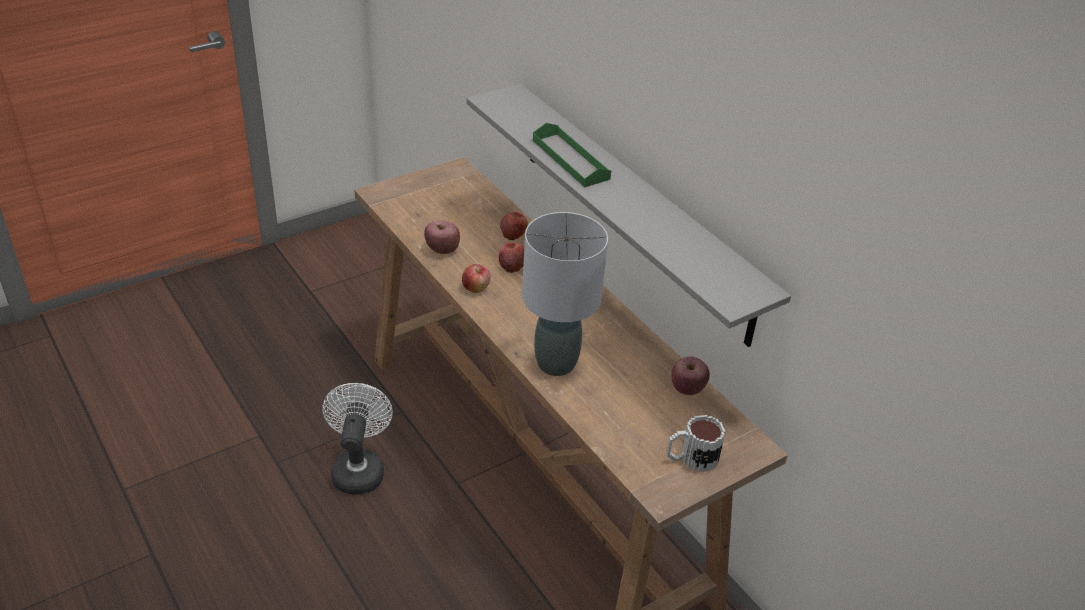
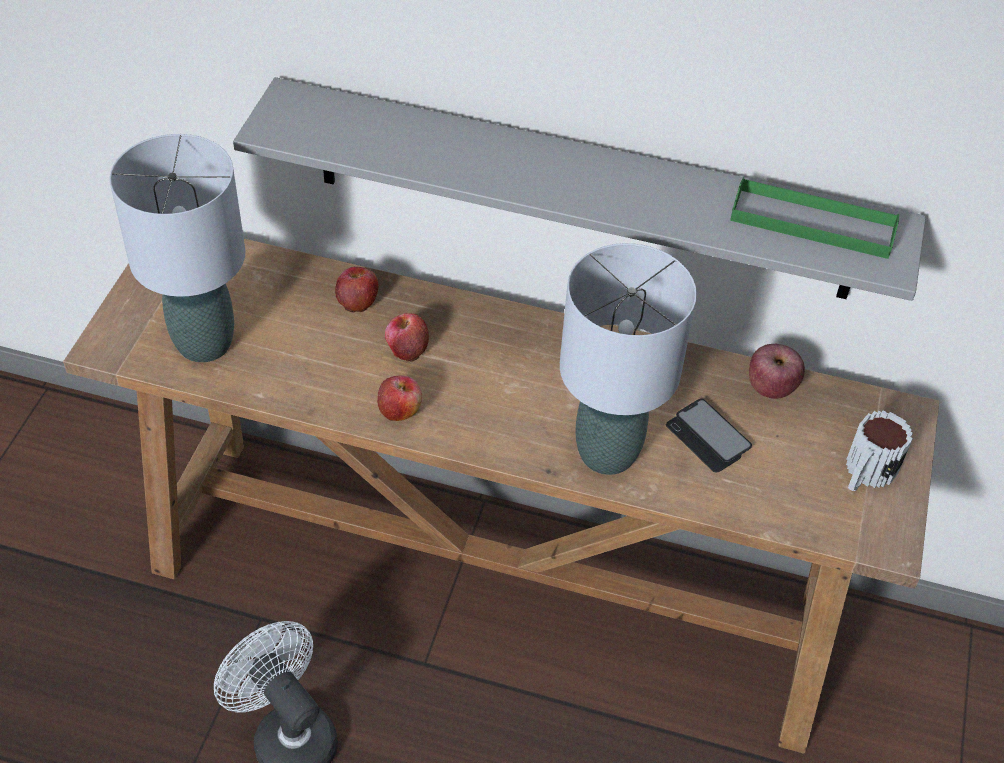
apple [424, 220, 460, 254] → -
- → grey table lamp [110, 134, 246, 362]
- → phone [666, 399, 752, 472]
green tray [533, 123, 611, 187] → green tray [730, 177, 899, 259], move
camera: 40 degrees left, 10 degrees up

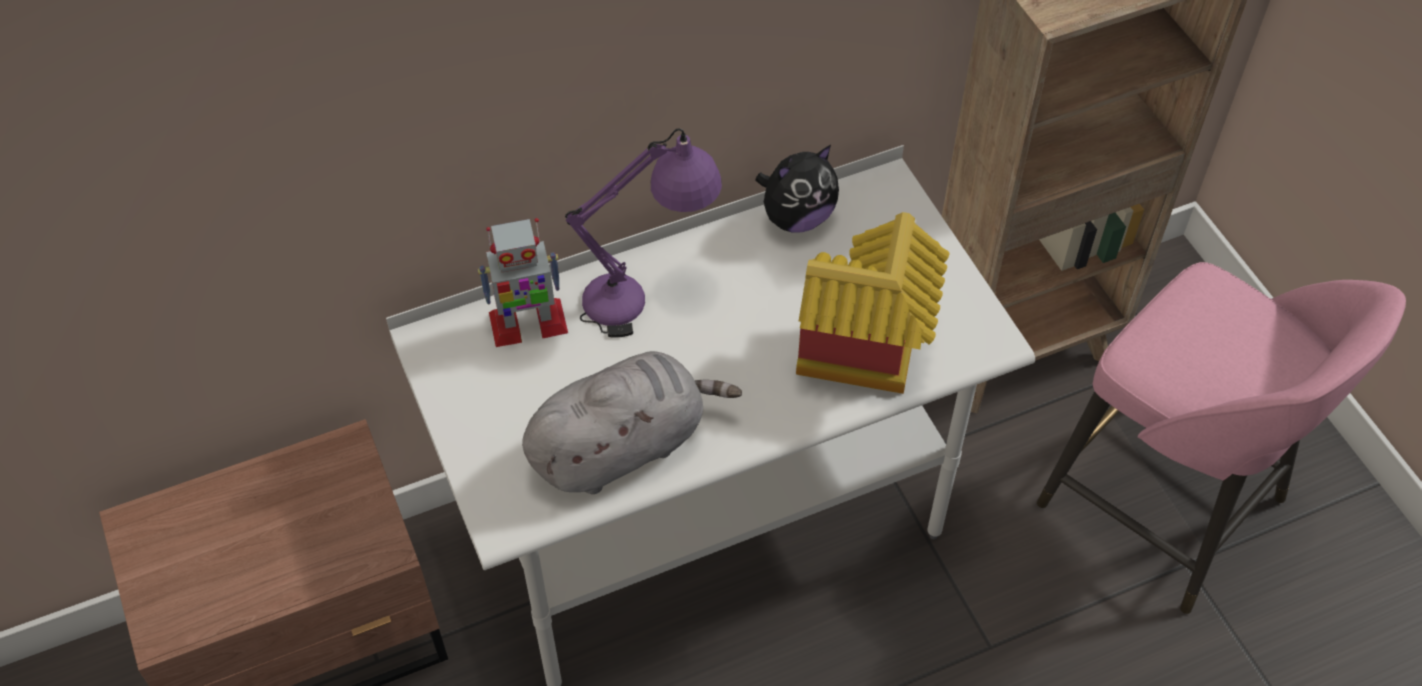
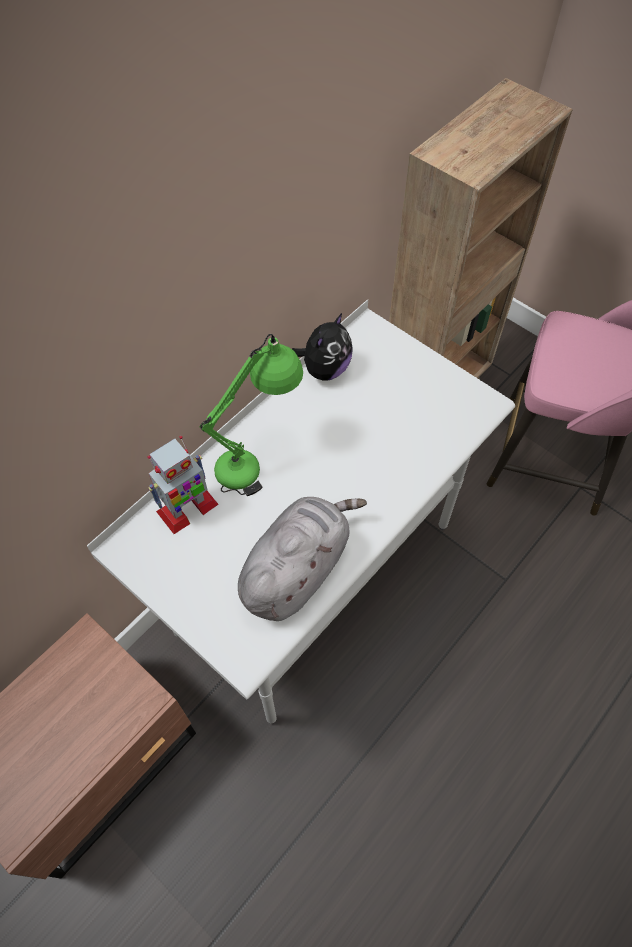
toy house [796, 212, 950, 394] → -
purple table lamp [565, 128, 722, 338] → green table lamp [199, 334, 303, 496]
camera: 25 degrees left, 5 degrees up

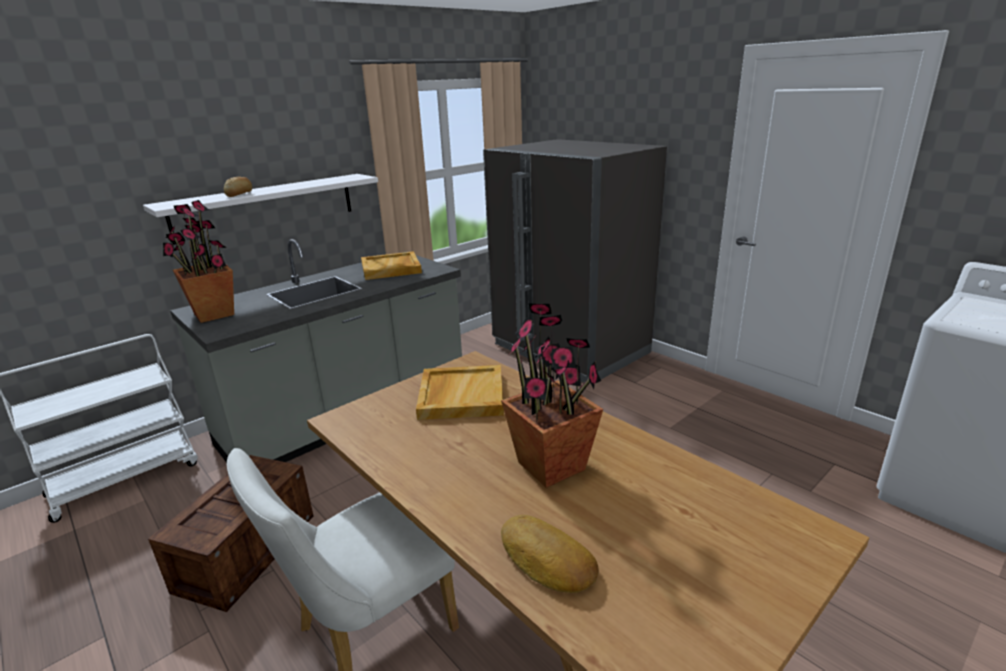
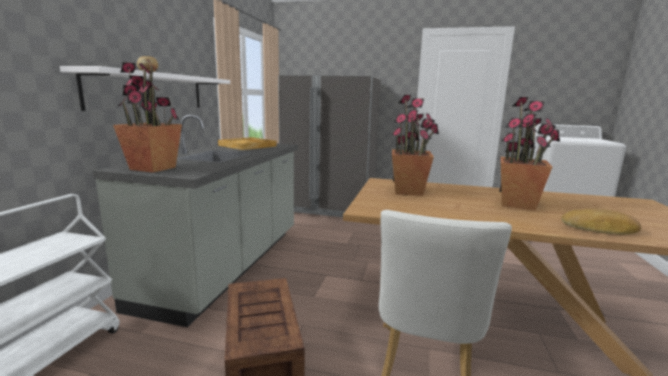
beige tray [416, 365, 504, 420] → potted plant [391, 95, 439, 196]
camera: 35 degrees left, 10 degrees down

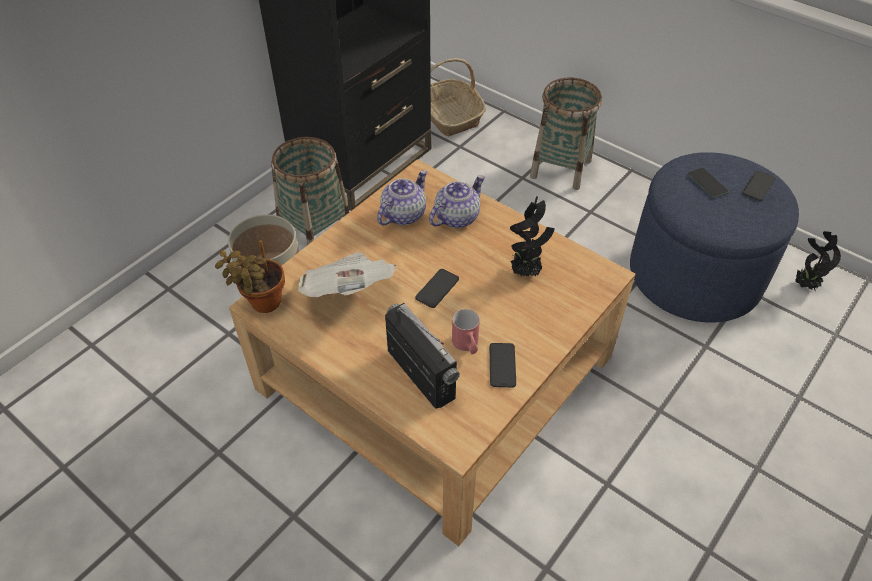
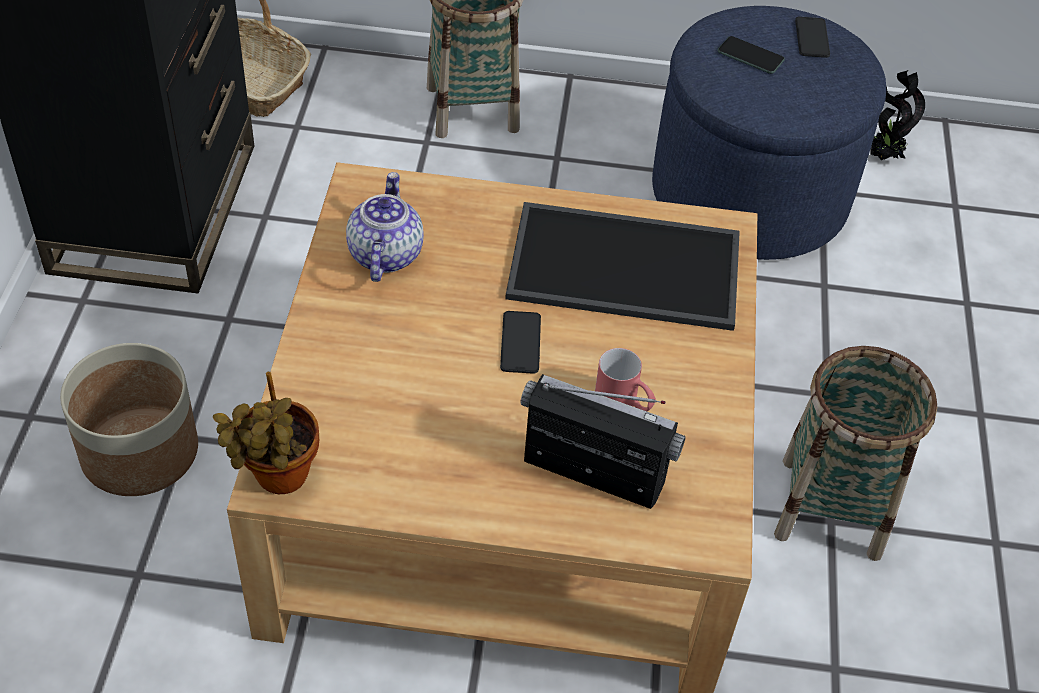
newspaper [297, 252, 397, 297] → -
teapot [429, 175, 485, 228] → -
phone [489, 343, 516, 387] → -
basket [271, 137, 349, 245] → basket [774, 346, 937, 561], move
potted plant [510, 196, 555, 276] → tray [505, 202, 740, 331]
camera: 35 degrees left, 0 degrees up

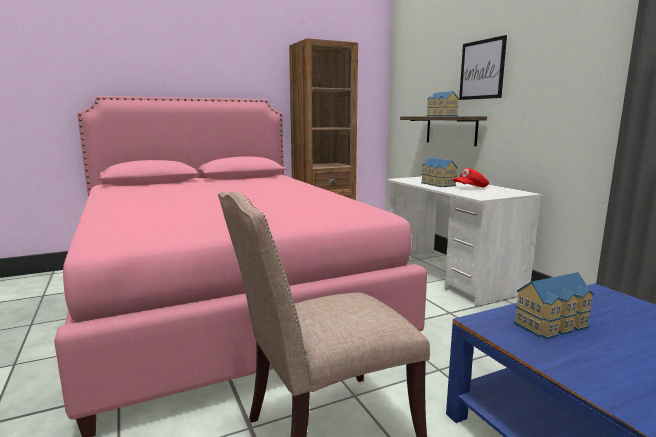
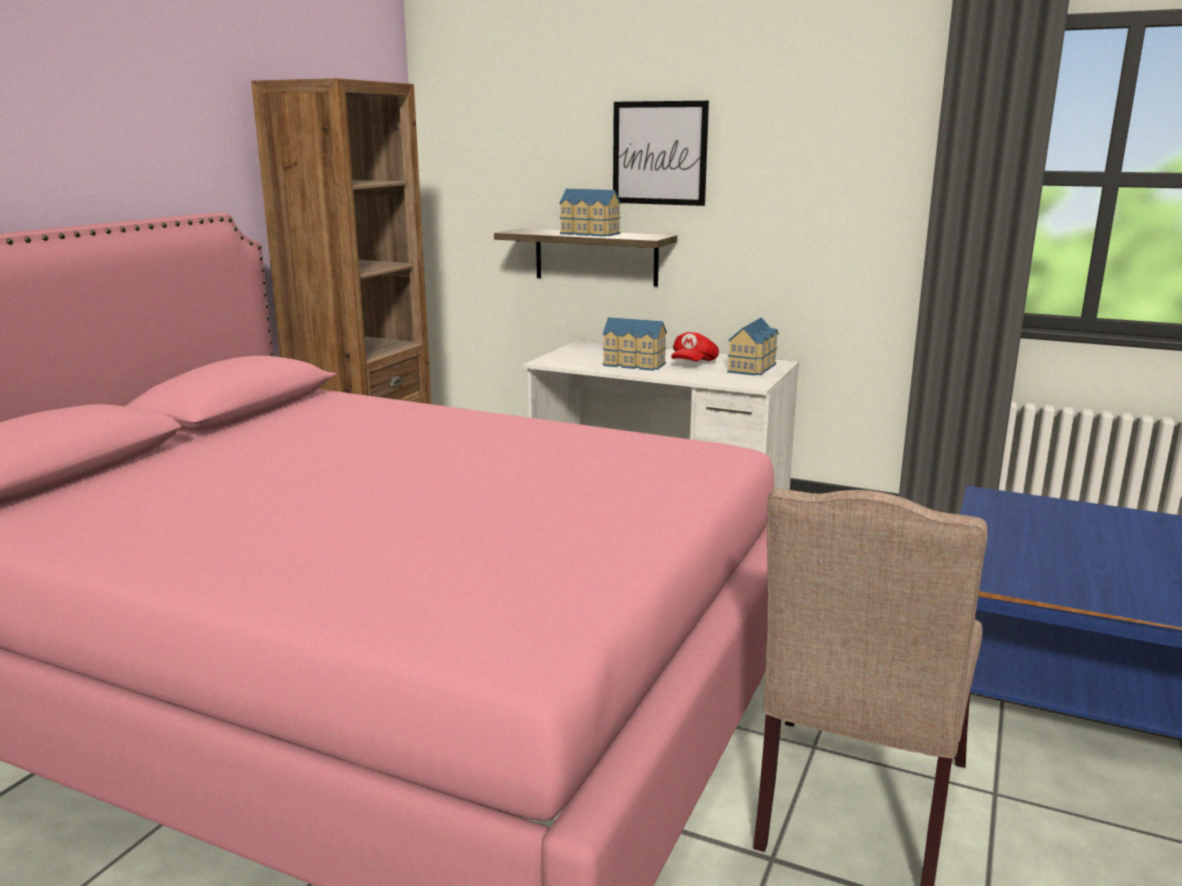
toy house [514, 272, 594, 339] → toy house [727, 317, 778, 376], move
camera: 40 degrees left, 5 degrees up

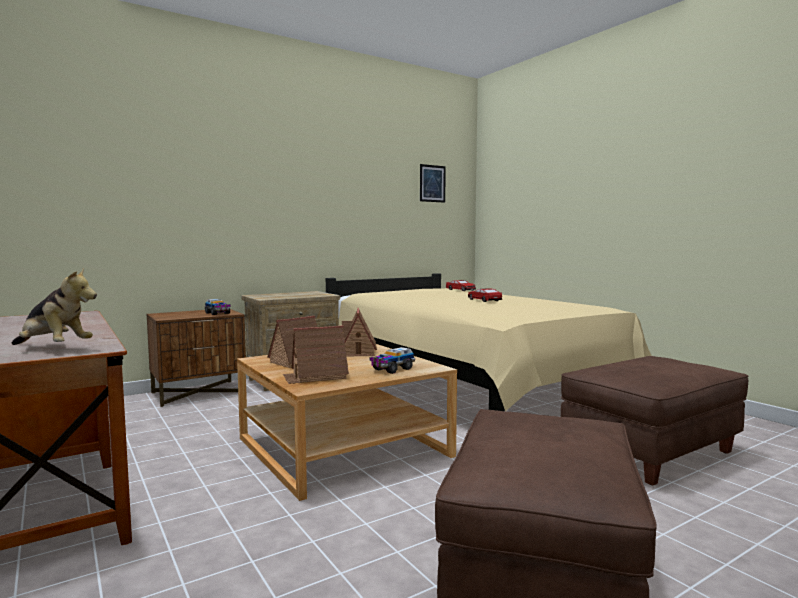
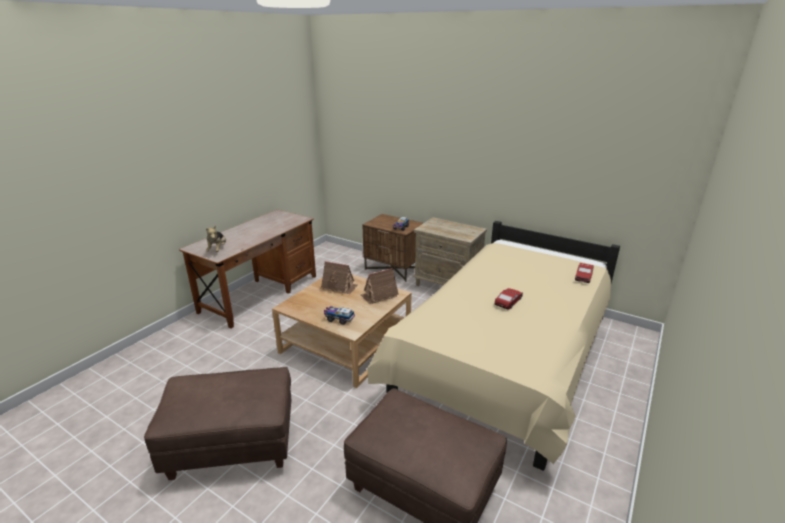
toy house [283, 325, 349, 384] → -
picture [420, 164, 446, 203] → -
camera: 65 degrees right, 20 degrees up

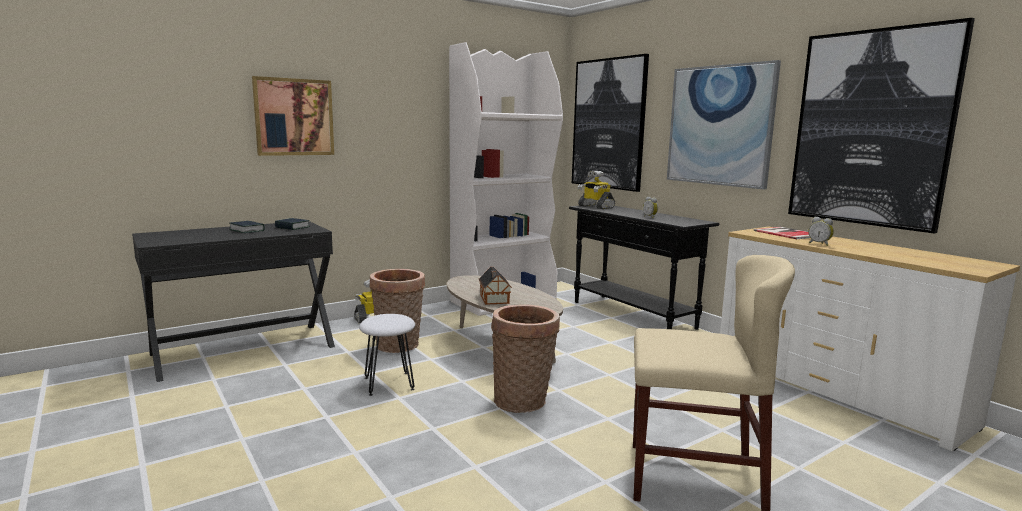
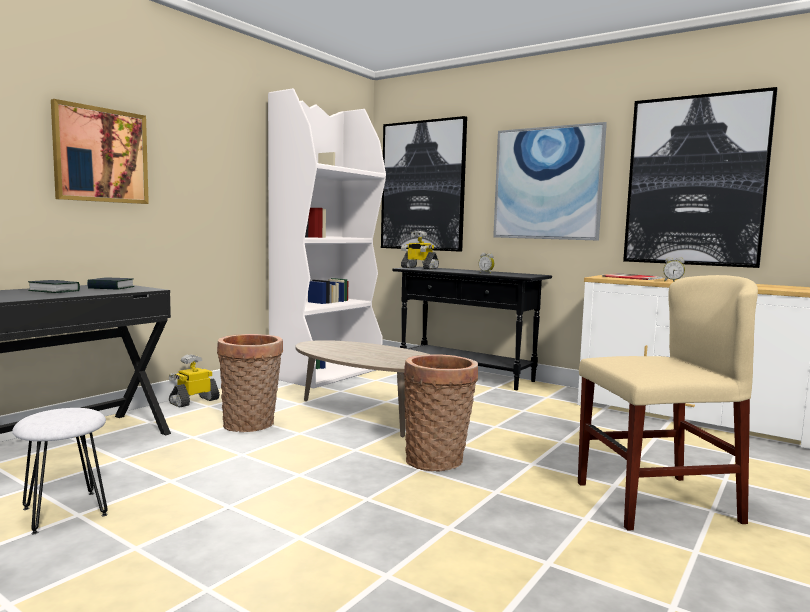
toy house [478, 267, 512, 305] → -
white stool [359, 314, 415, 396] → white stool [12, 408, 108, 534], move
camera: 20 degrees left, 5 degrees down

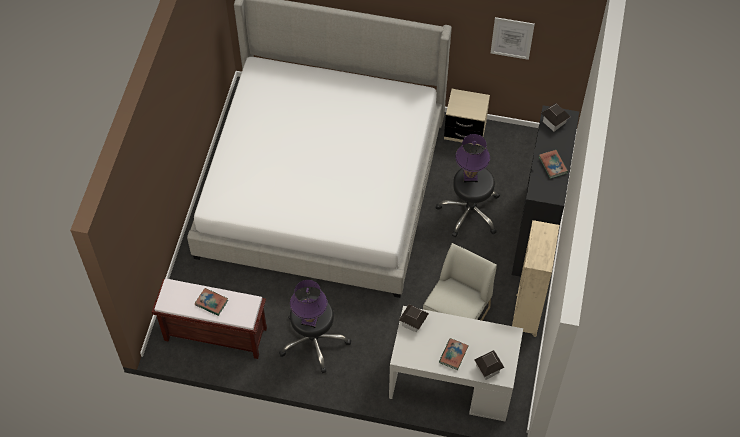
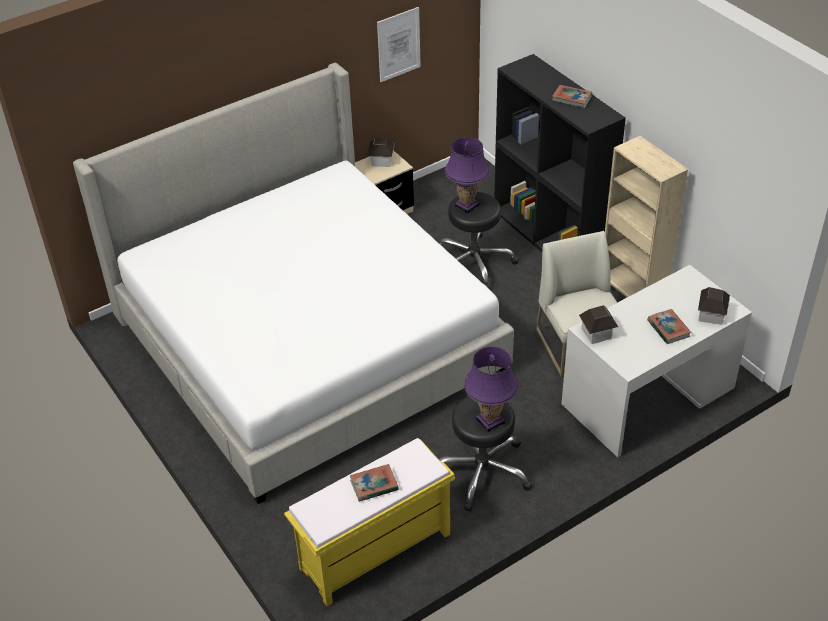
toy house [541, 103, 570, 132] → toy house [367, 138, 395, 167], move
brown bench [151, 278, 267, 359] → yellow bench [284, 438, 455, 606]
camera: 45 degrees left, 15 degrees down

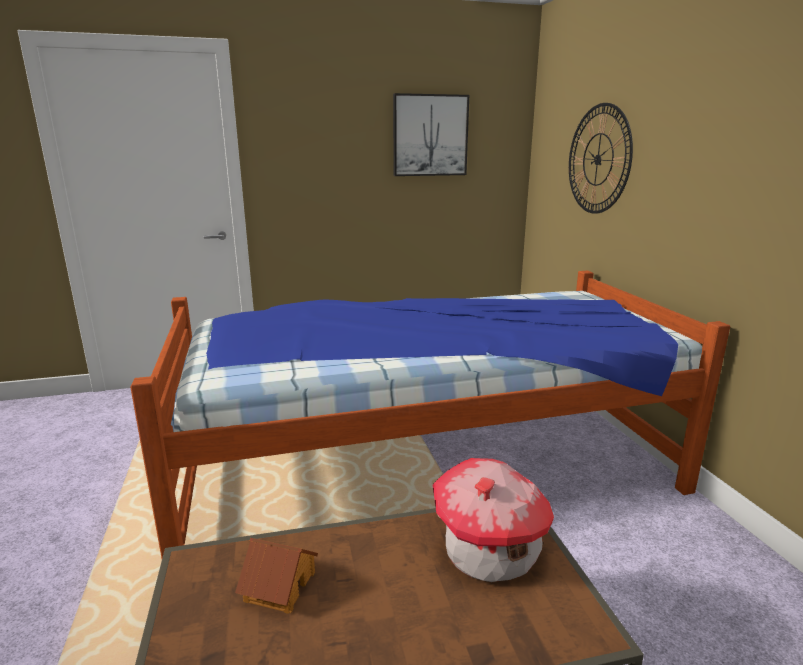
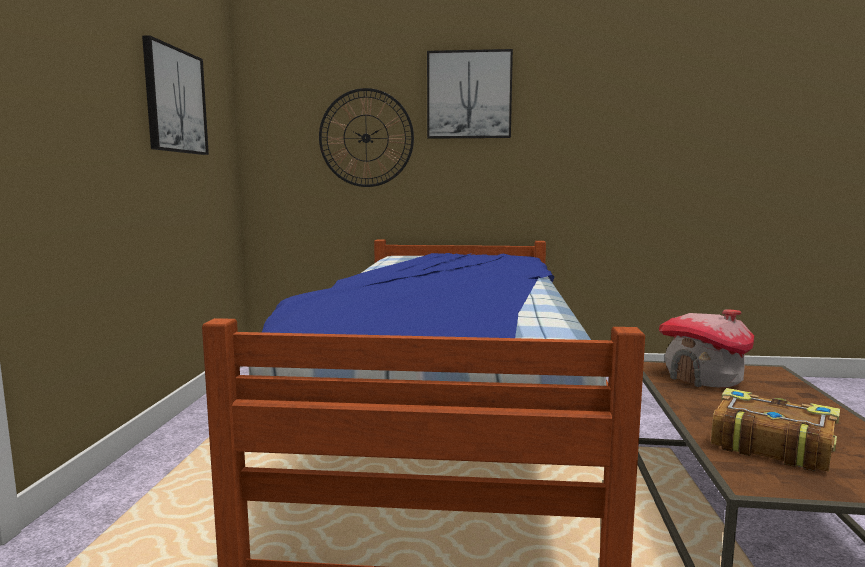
- → picture [427, 49, 513, 139]
toy house [235, 538, 318, 614] → book [711, 388, 840, 472]
camera: 70 degrees left, 10 degrees down

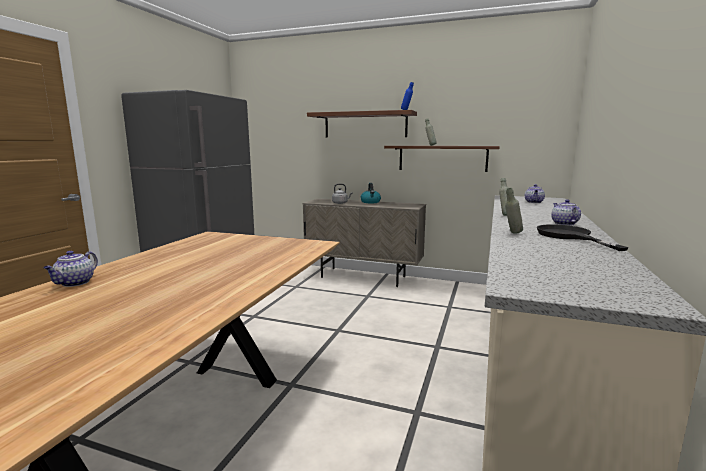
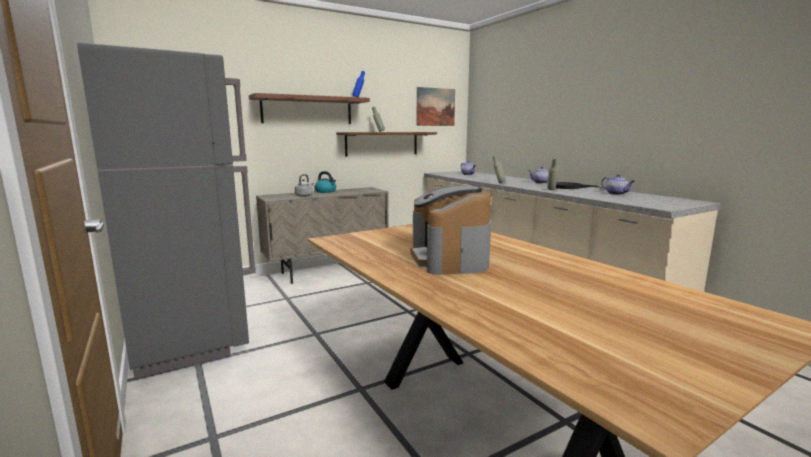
- → coffee machine [410, 185, 491, 275]
- → picture [417, 87, 455, 126]
teapot [43, 251, 98, 287] → teapot [601, 174, 635, 195], move
camera: 50 degrees left, 0 degrees up

